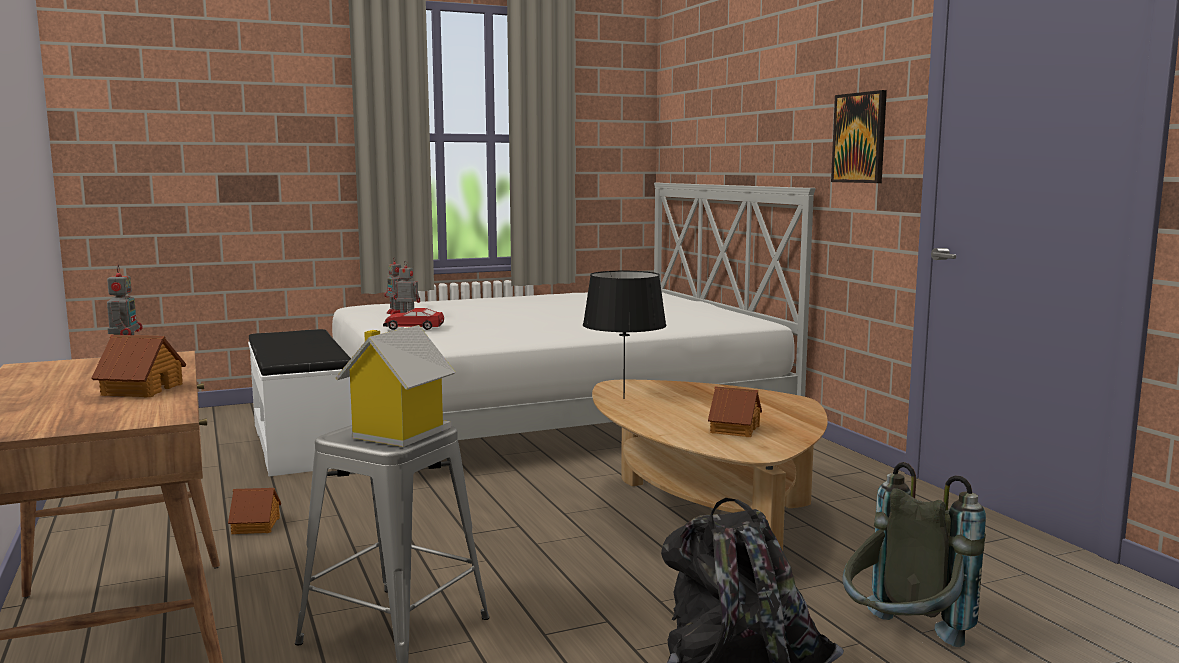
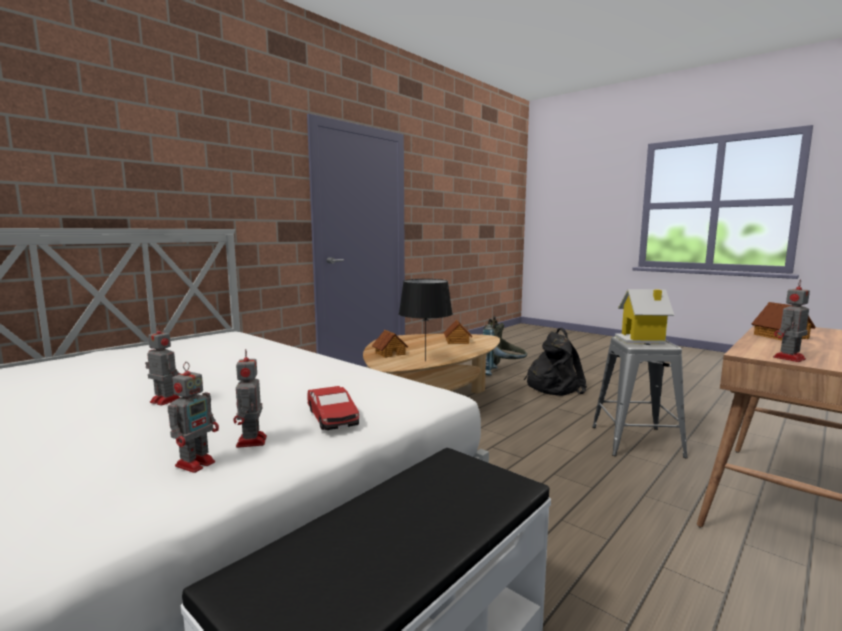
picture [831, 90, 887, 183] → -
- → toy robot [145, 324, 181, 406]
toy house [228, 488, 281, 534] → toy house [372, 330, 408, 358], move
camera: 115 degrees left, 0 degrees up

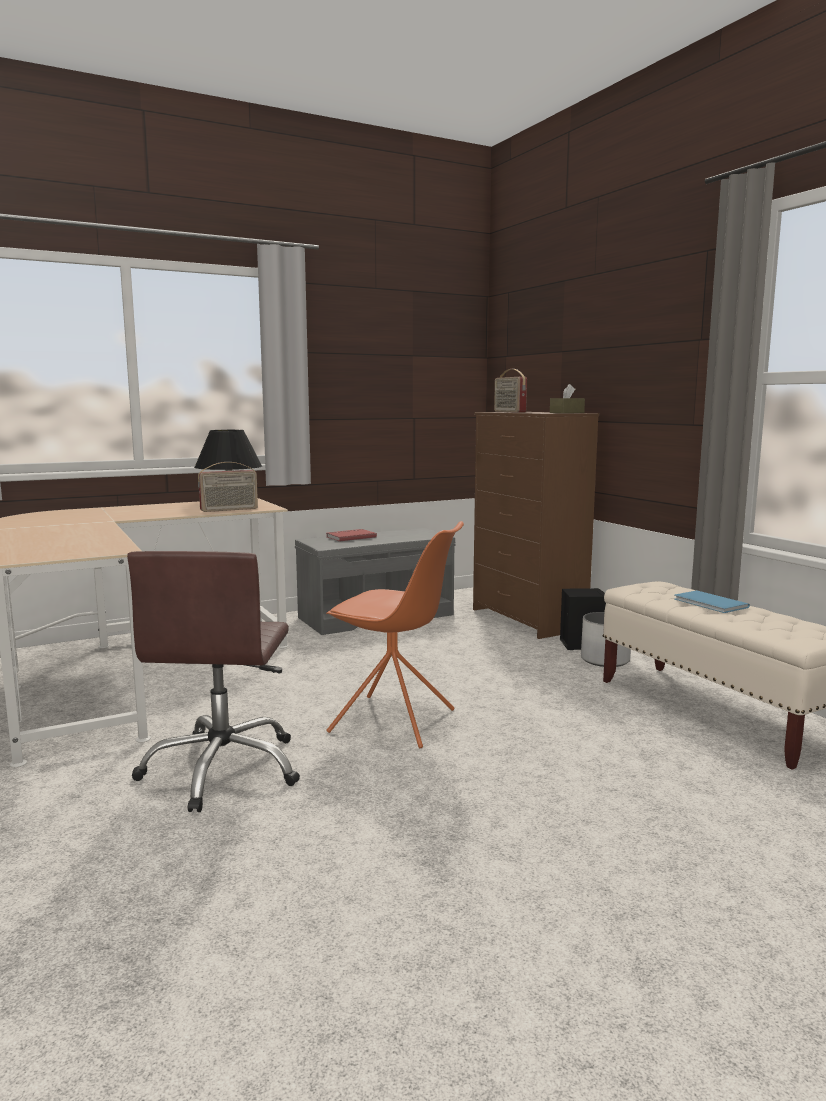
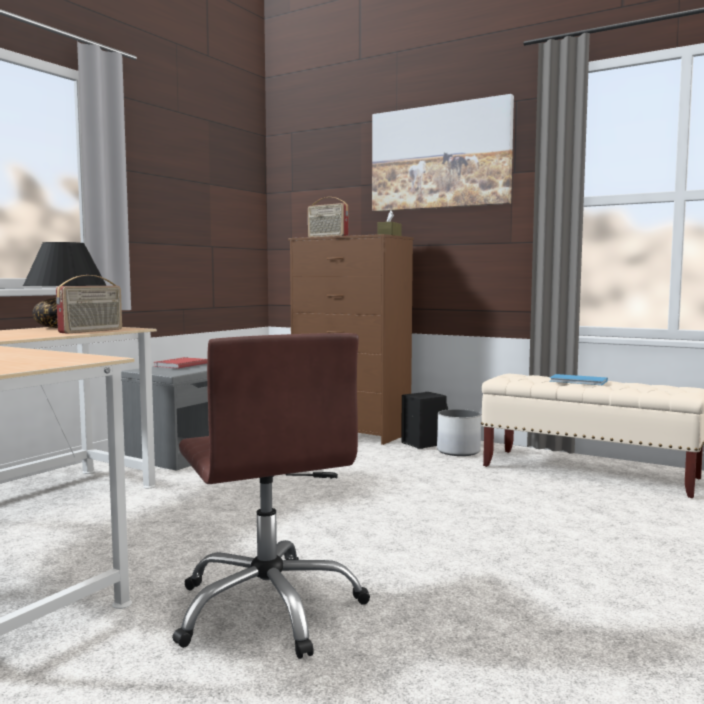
orange chair [326, 521, 464, 748] → -
- → picture [372, 94, 514, 212]
camera: 30 degrees left, 5 degrees down

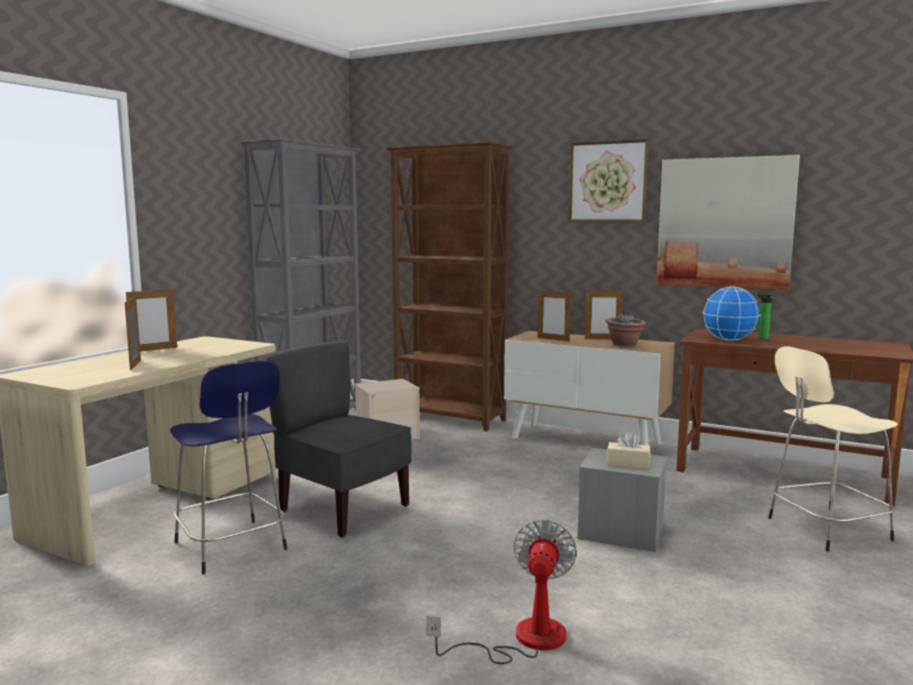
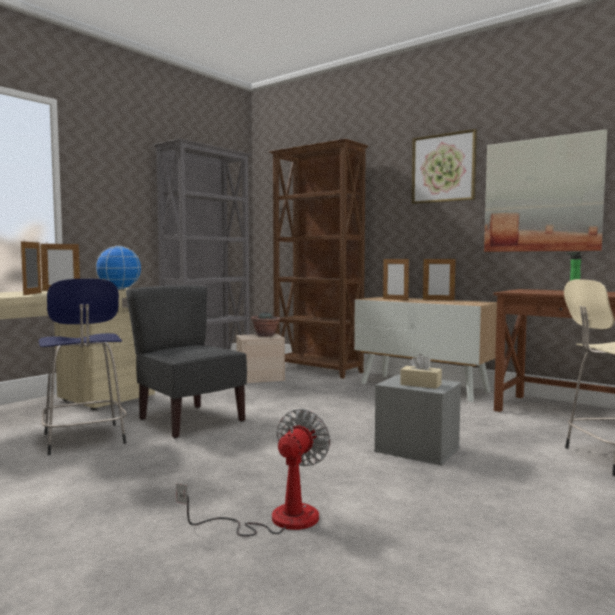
potted plant [606, 313, 646, 347] → potted plant [251, 312, 281, 337], move
globe [703, 287, 760, 341] → globe [96, 246, 142, 290], move
camera: 10 degrees right, 5 degrees down

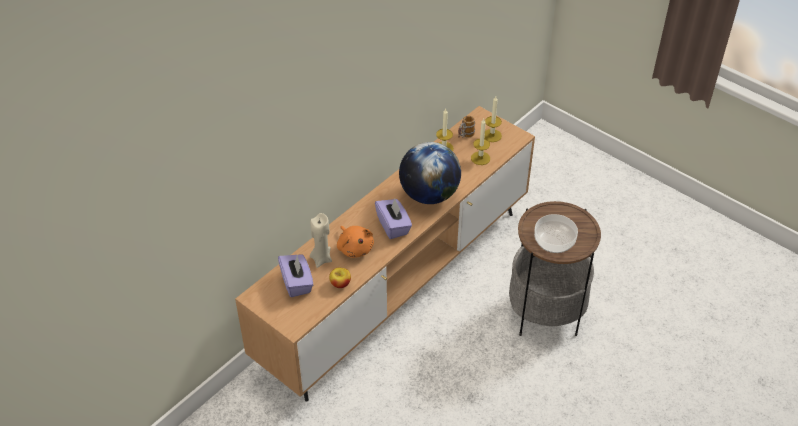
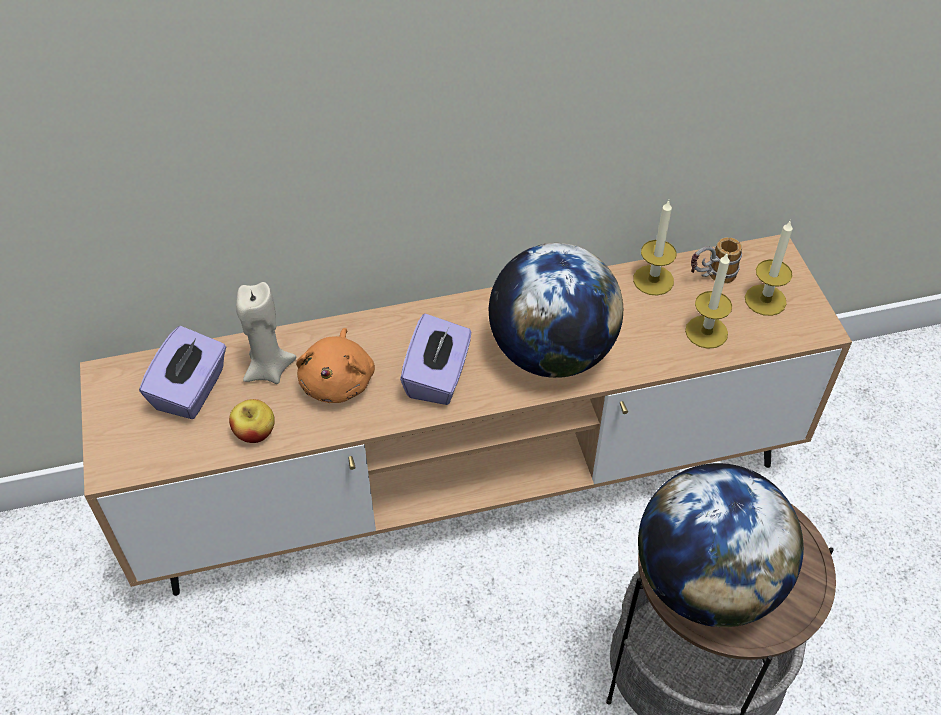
bowl [534, 214, 578, 253] → globe [638, 463, 804, 627]
camera: 35 degrees right, 5 degrees up

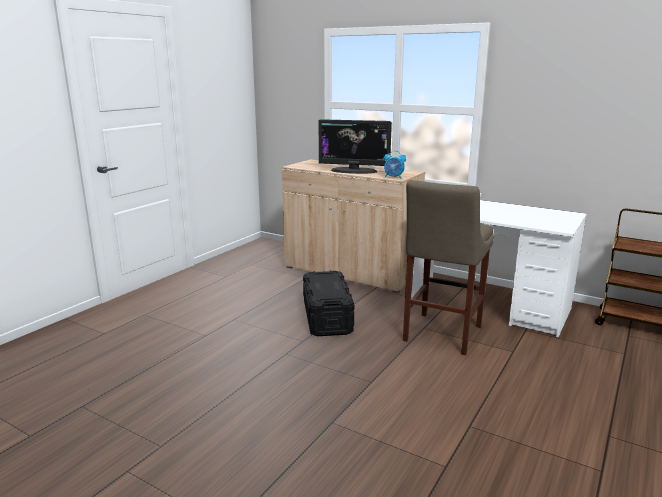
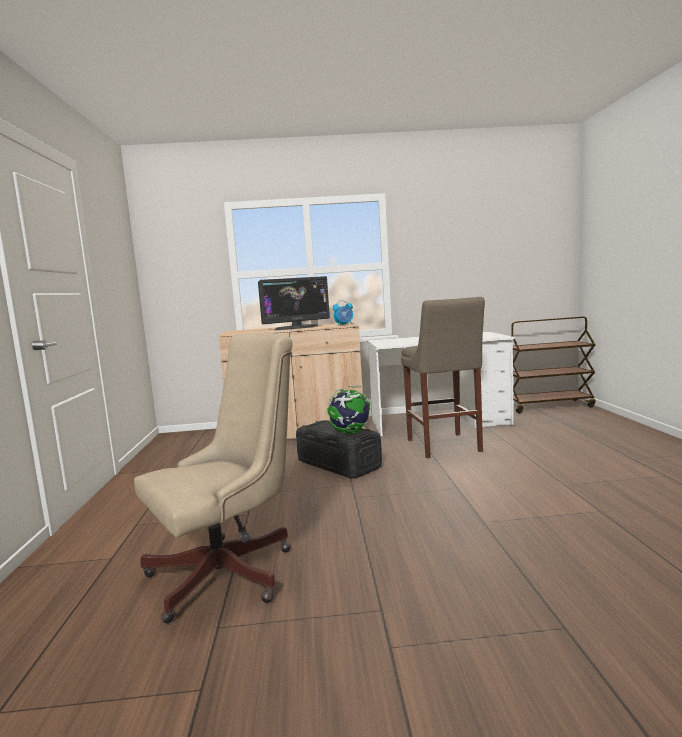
- → beige office chair [134, 333, 293, 623]
- → globe [327, 385, 372, 434]
camera: 35 degrees left, 10 degrees down

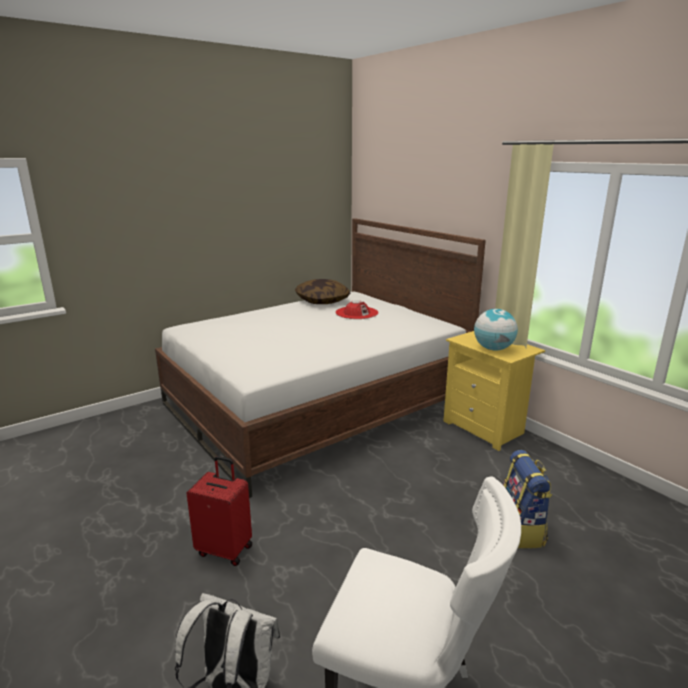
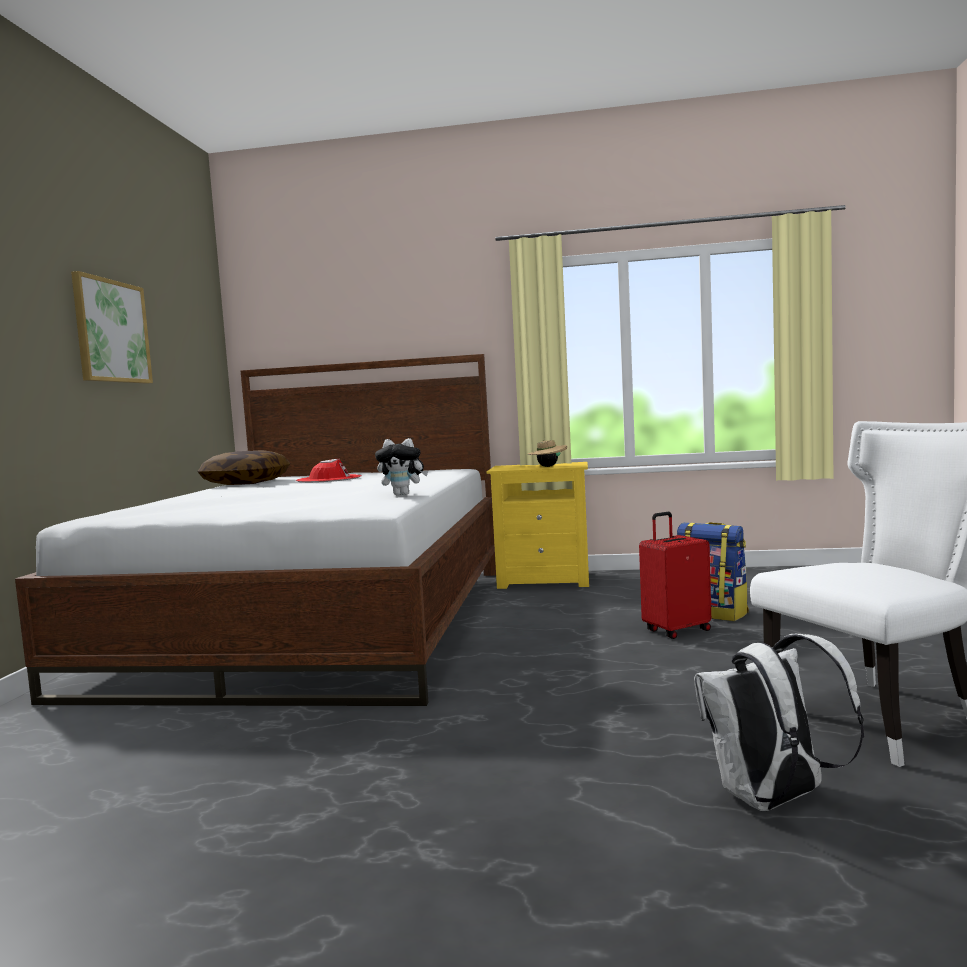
- → picture [71, 271, 153, 384]
- → plush toy [375, 438, 428, 496]
red suitcase [187, 456, 252, 566] → red suitcase [639, 512, 711, 639], move
globe [474, 309, 518, 351] → beige hat [527, 440, 567, 467]
camera: 45 degrees left, 15 degrees down

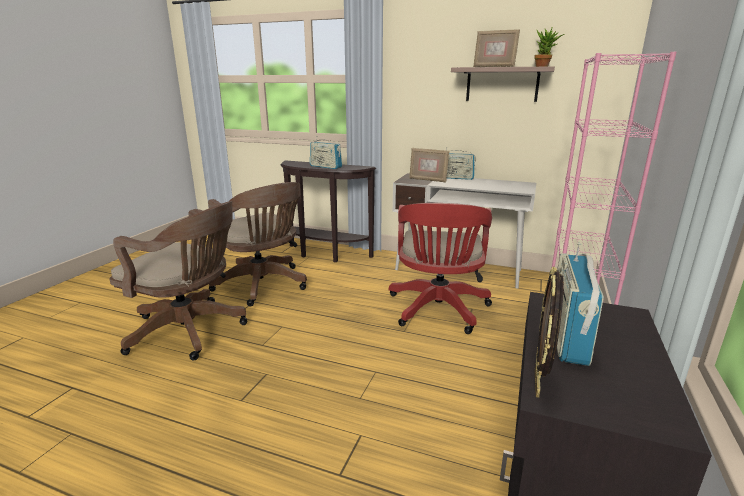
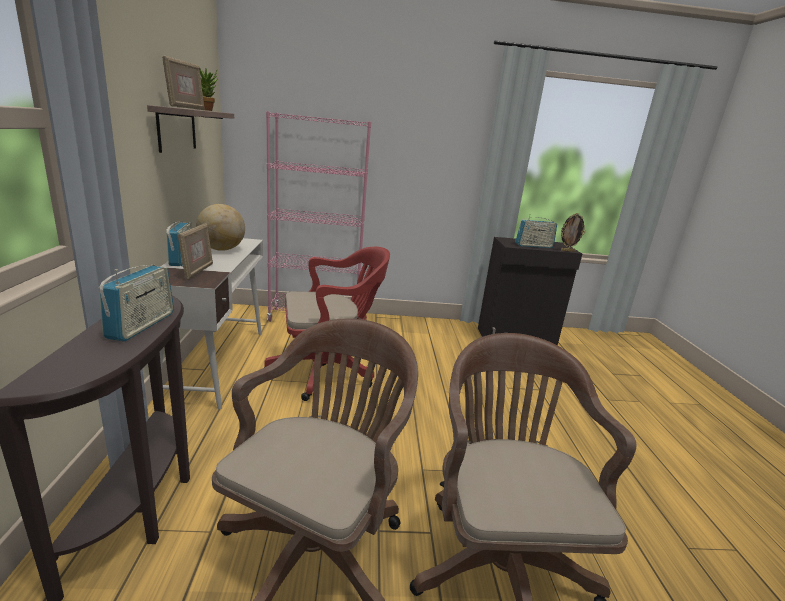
- → globe [196, 204, 245, 251]
camera: 115 degrees left, 0 degrees up

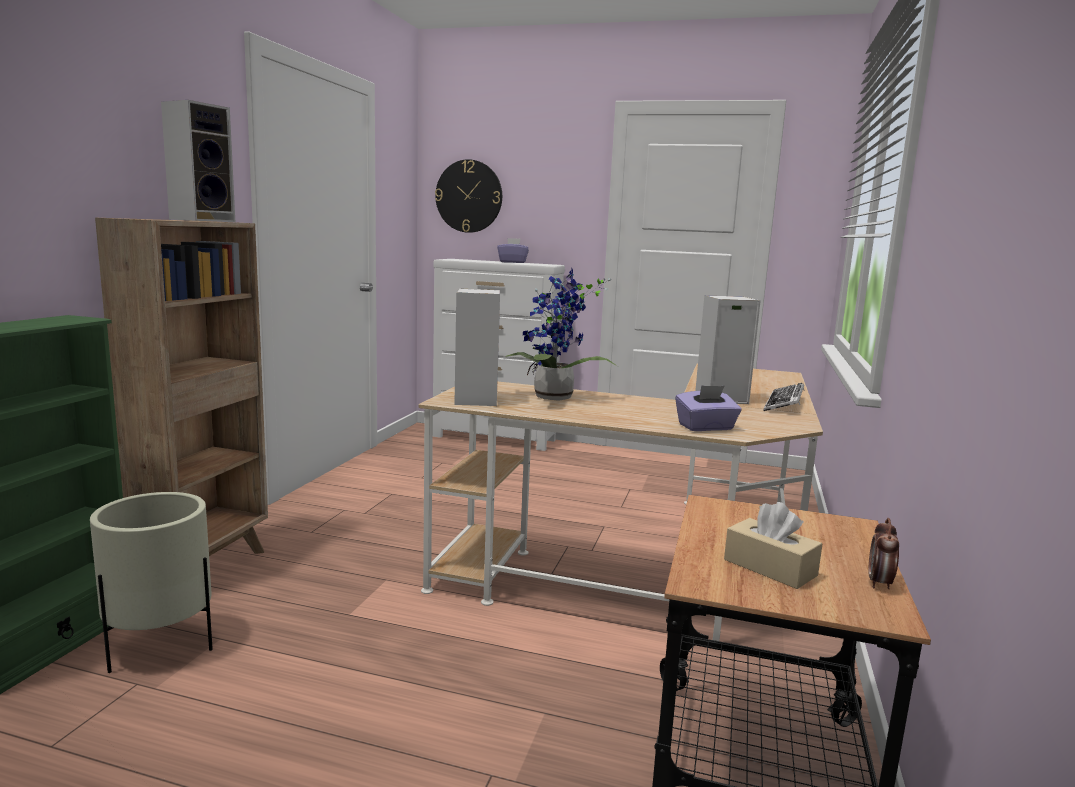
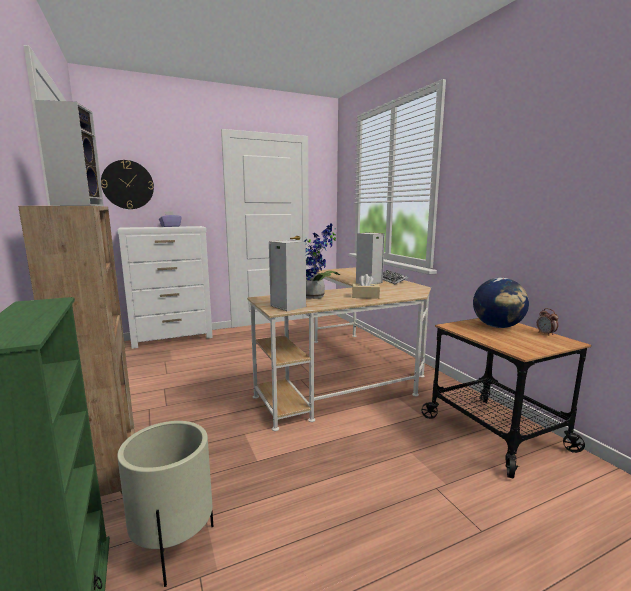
purple tissue box [675, 385, 741, 431] → -
- → globe [473, 278, 529, 328]
beige tissue box [724, 502, 822, 589] → beige tissue box [352, 274, 380, 299], move
camera: 40 degrees left, 0 degrees up

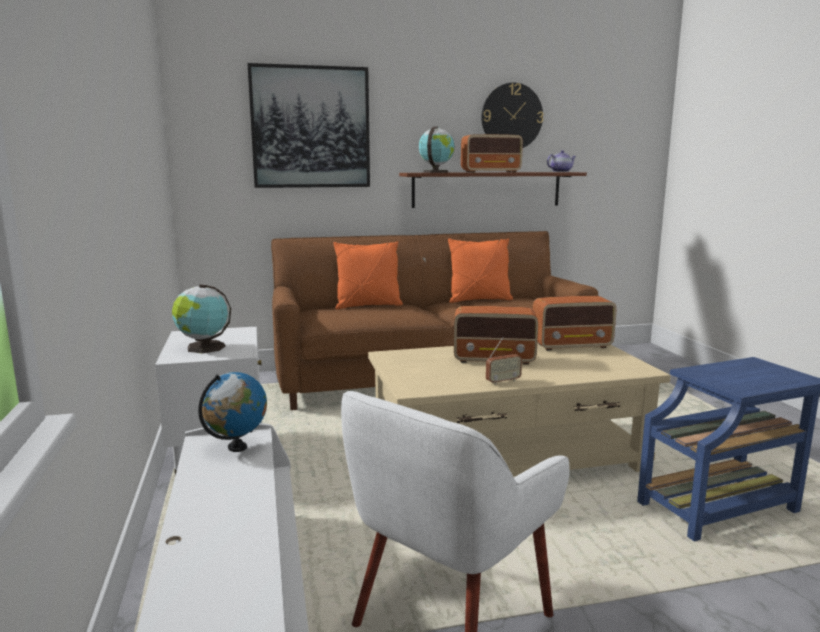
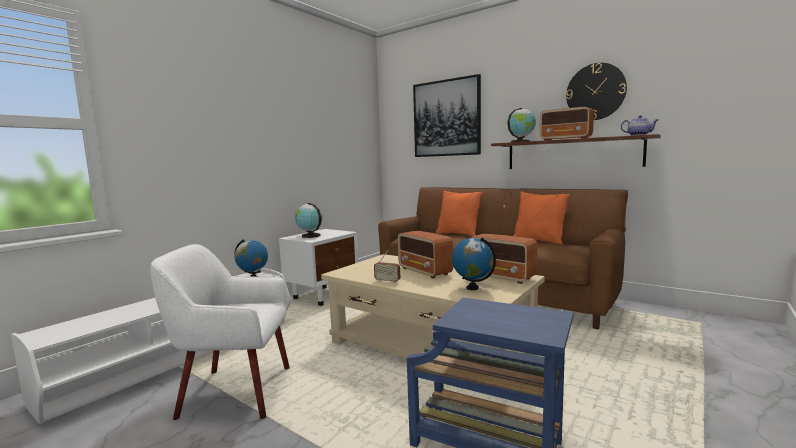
- → globe [452, 237, 496, 290]
camera: 50 degrees right, 5 degrees down

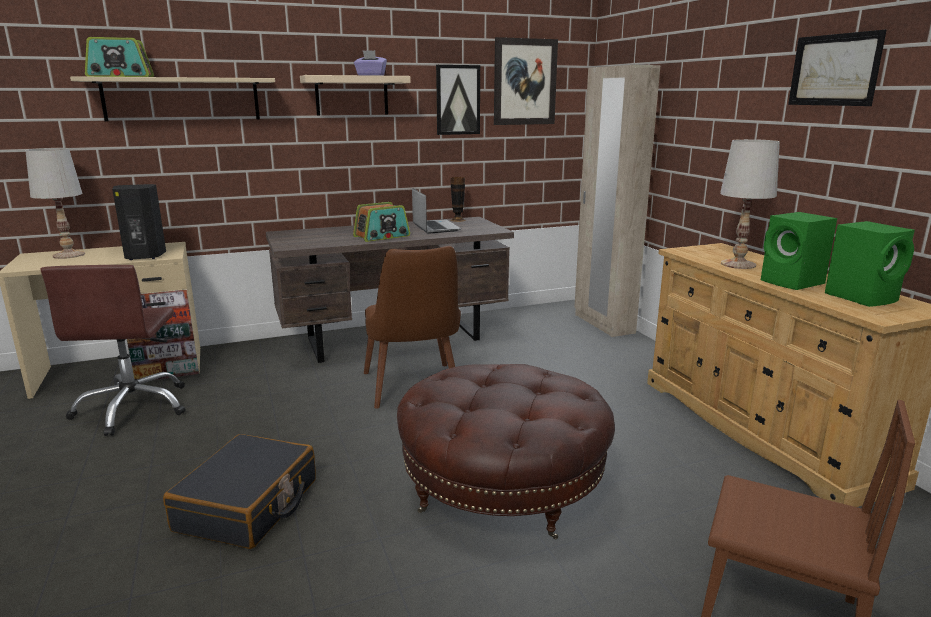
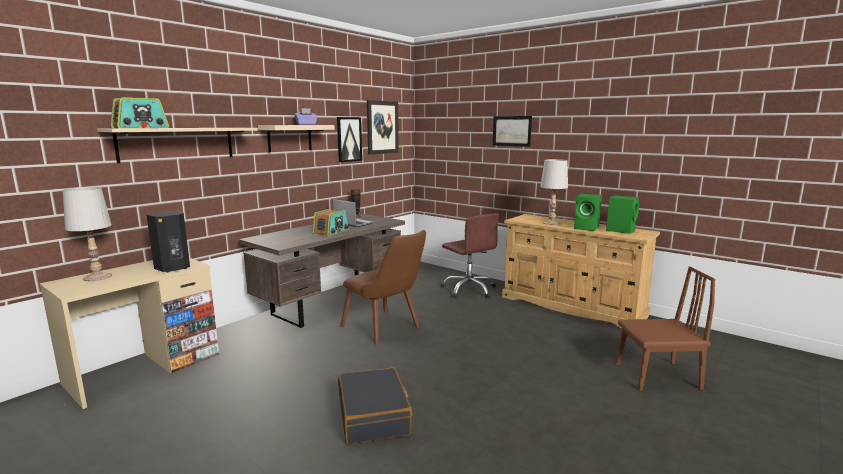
brown ottoman [397, 364, 615, 539] → -
beige wardrobe [574, 65, 661, 337] → -
brown office chair [41, 265, 185, 436] → brown office chair [441, 213, 499, 298], move
picture [788, 30, 886, 106] → picture [493, 116, 532, 147], move
camera: 30 degrees left, 5 degrees down

